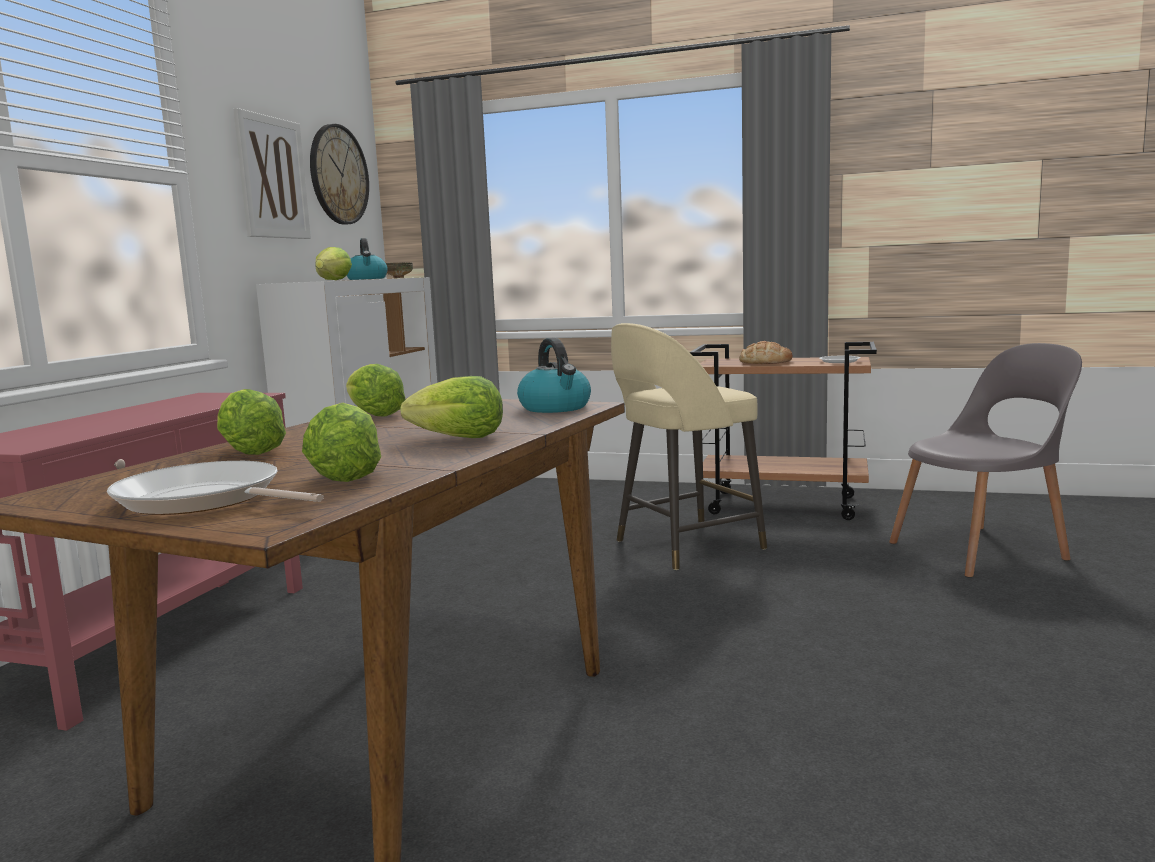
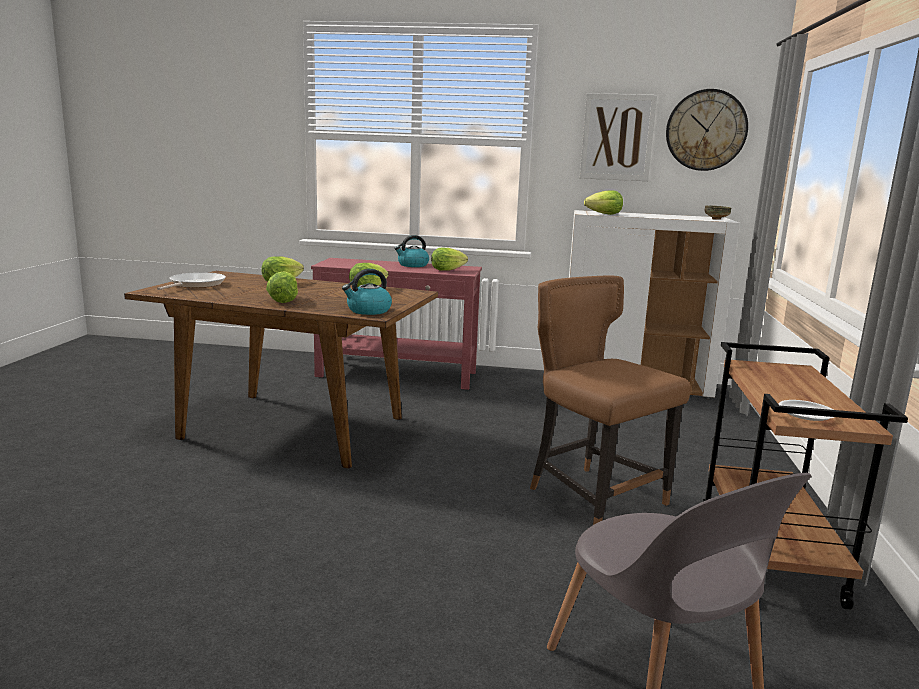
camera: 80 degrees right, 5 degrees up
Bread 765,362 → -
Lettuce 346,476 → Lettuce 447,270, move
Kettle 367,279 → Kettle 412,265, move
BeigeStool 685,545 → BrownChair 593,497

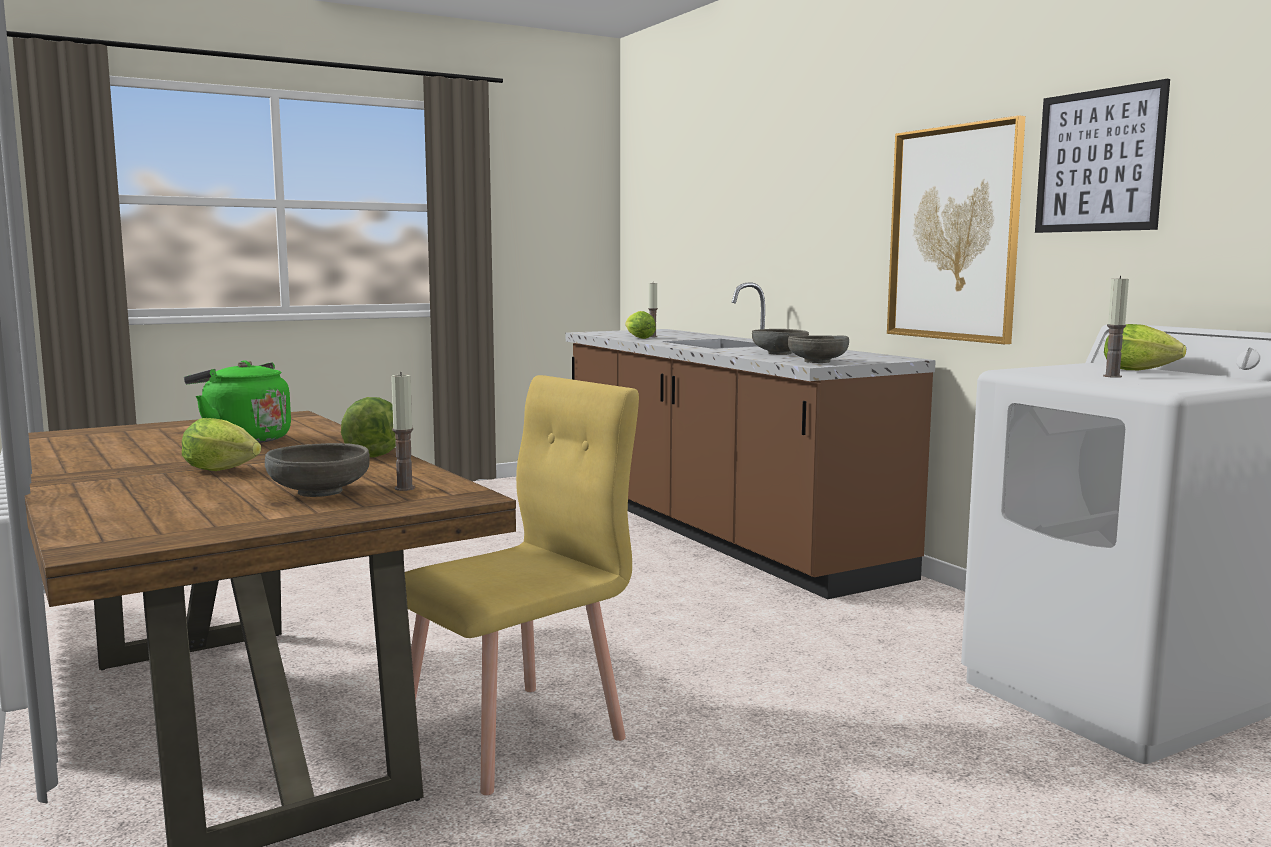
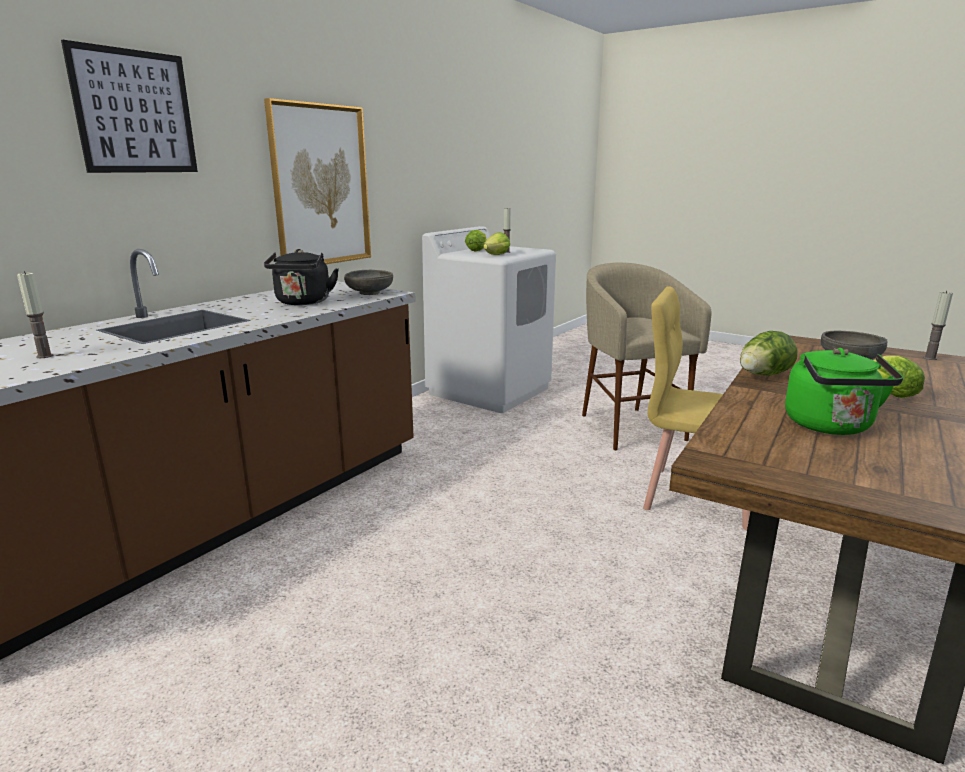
camera: 115 degrees left, 10 degrees up
- → BeigeStool 629,427
Candle 404,488 → Candle 930,358, move
Lettuce 637,338 → Lettuce 495,255, move
Picture 1099,161 → Picture 135,112, move
GreyBowl 779,353 → BlackKettle 302,303

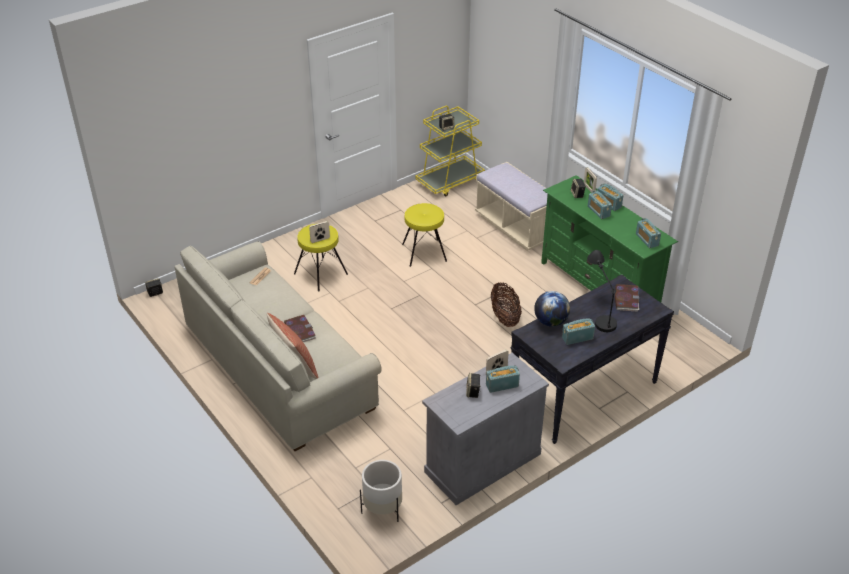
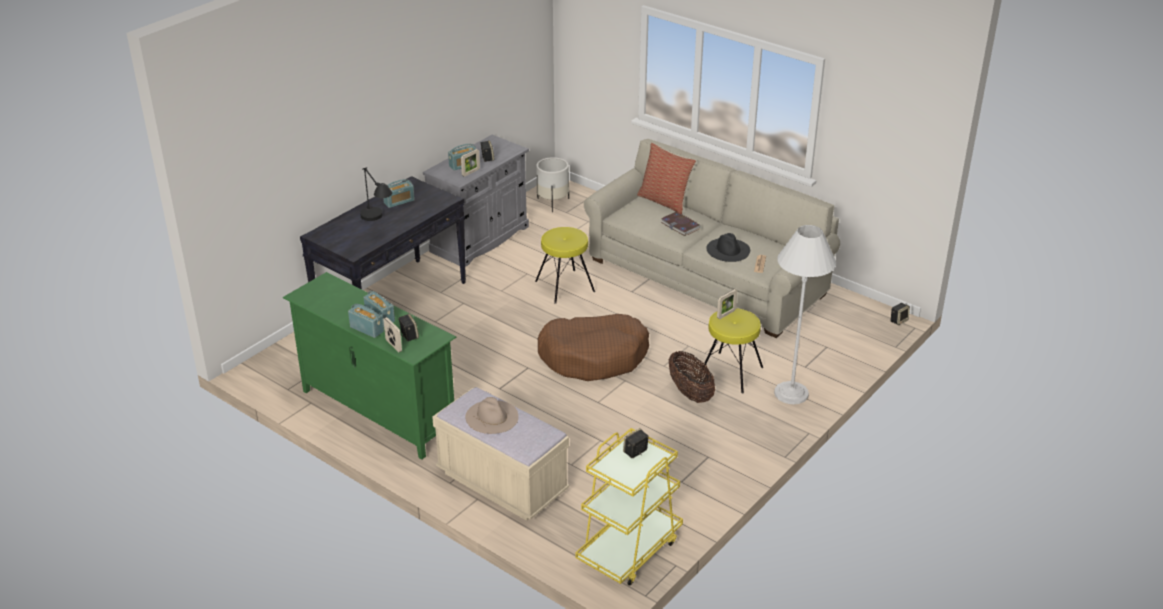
camera: 165 degrees right, 5 degrees down
Globe 550,322 → -
Book 626,299 → -
Radio 647,240 → -
- → BeigeHat 492,416
- → BrownDogBed 594,356
- → BlackHat 728,249
- → WhiteFloorLamp 791,393
YellowStool 424,252 → YellowStool 565,286, move
Basket 505,317 → Basket 690,393, move

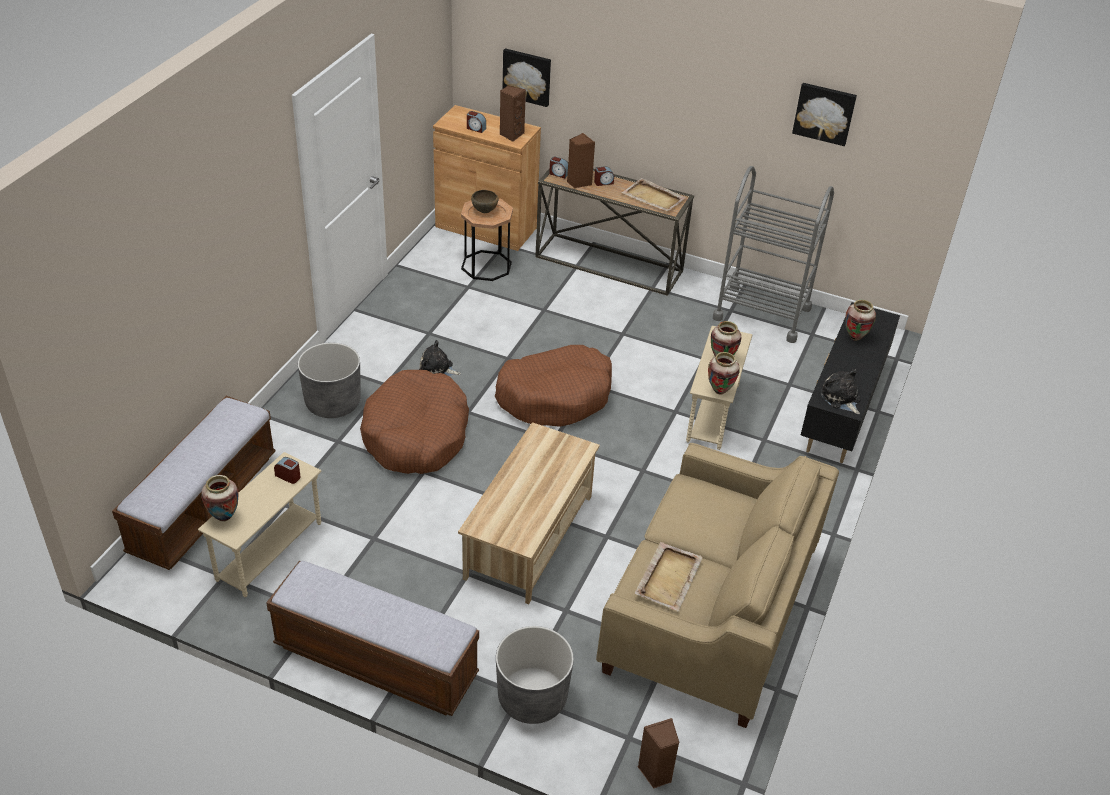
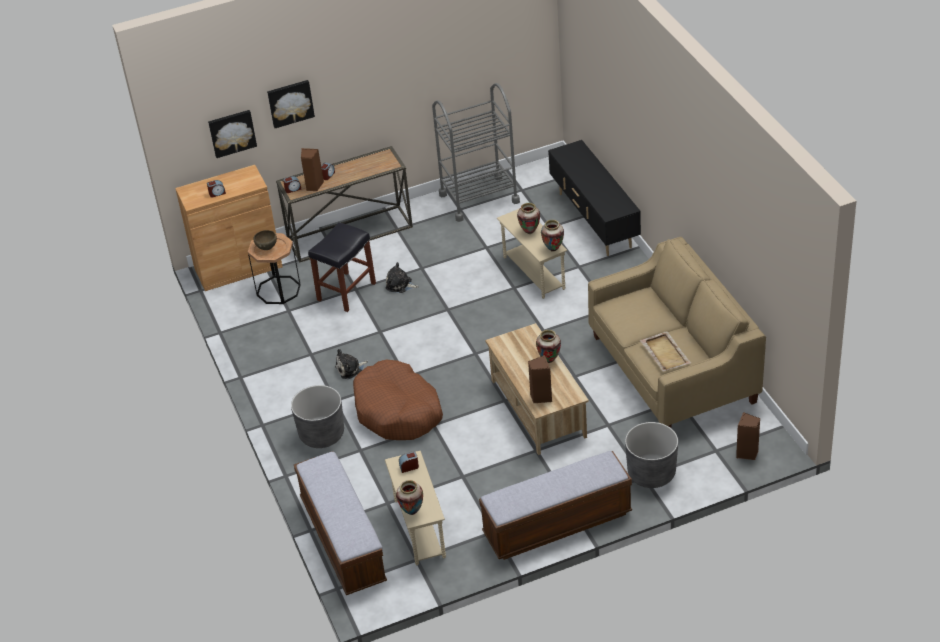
camera: 40 degrees left, 0 degrees up
BrownDogBed 555,396 → -
BeigeTray 654,197 → -
- → BlackStool 346,291
BrownSpeaker 511,134 → BrownSpeaker 541,397, move
Picture 824,113 → Picture 290,103, move
PlushToy 841,398 → PlushToy 400,285, move
Vase 855,337 → Vase 549,360, move

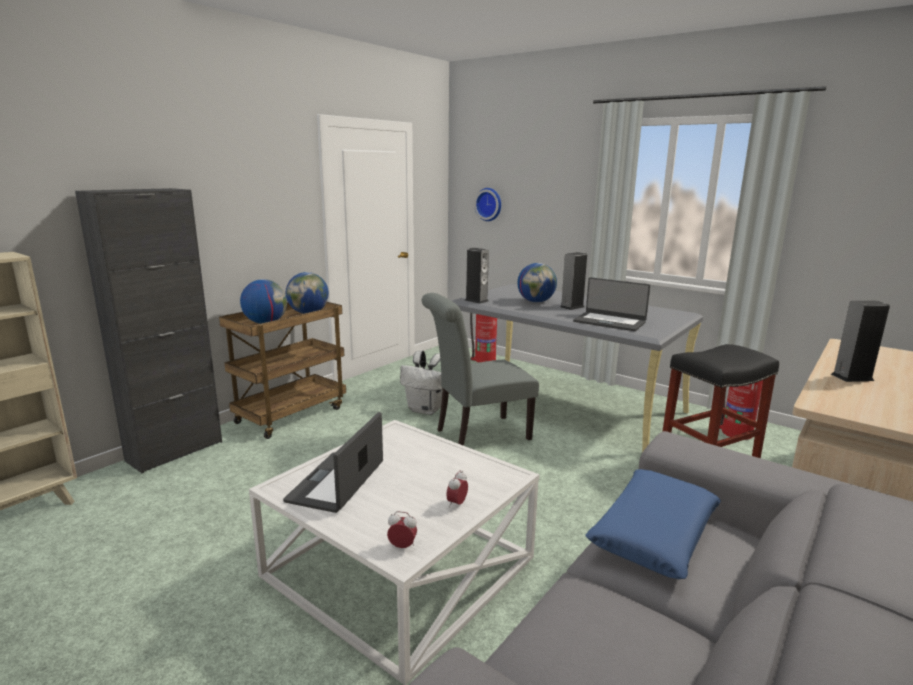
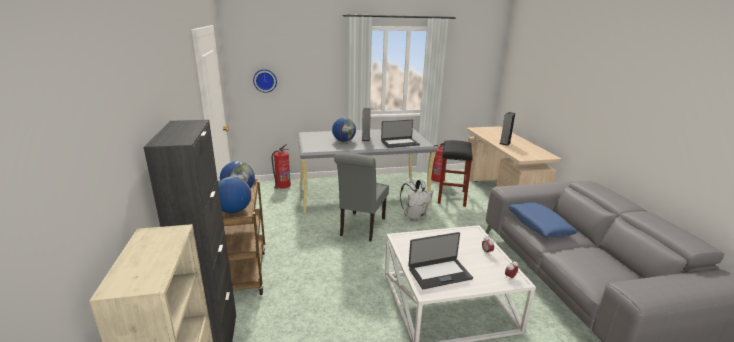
camera: 50 degrees left, 5 degrees up
Speaker 476,300 → -
WhiteBackpack 426,410 → WhiteBackpack 414,216, move
Laptop 337,482 → Laptop 439,273, 75 degrees counterclockwise

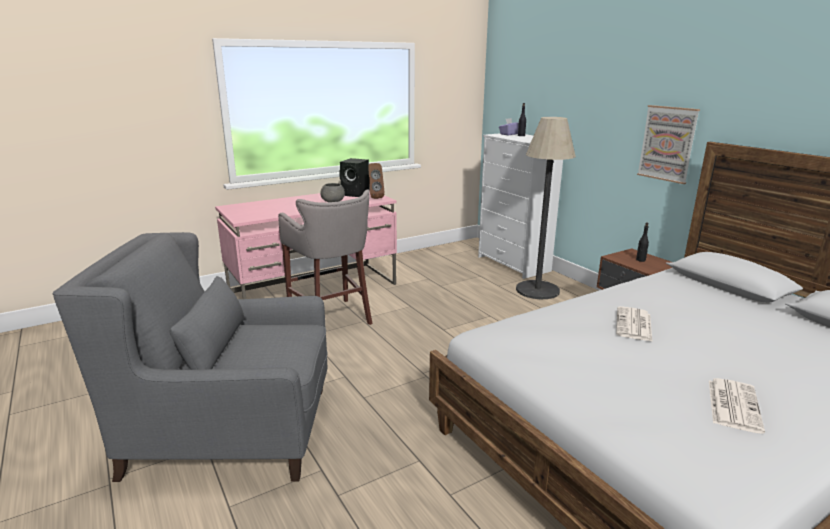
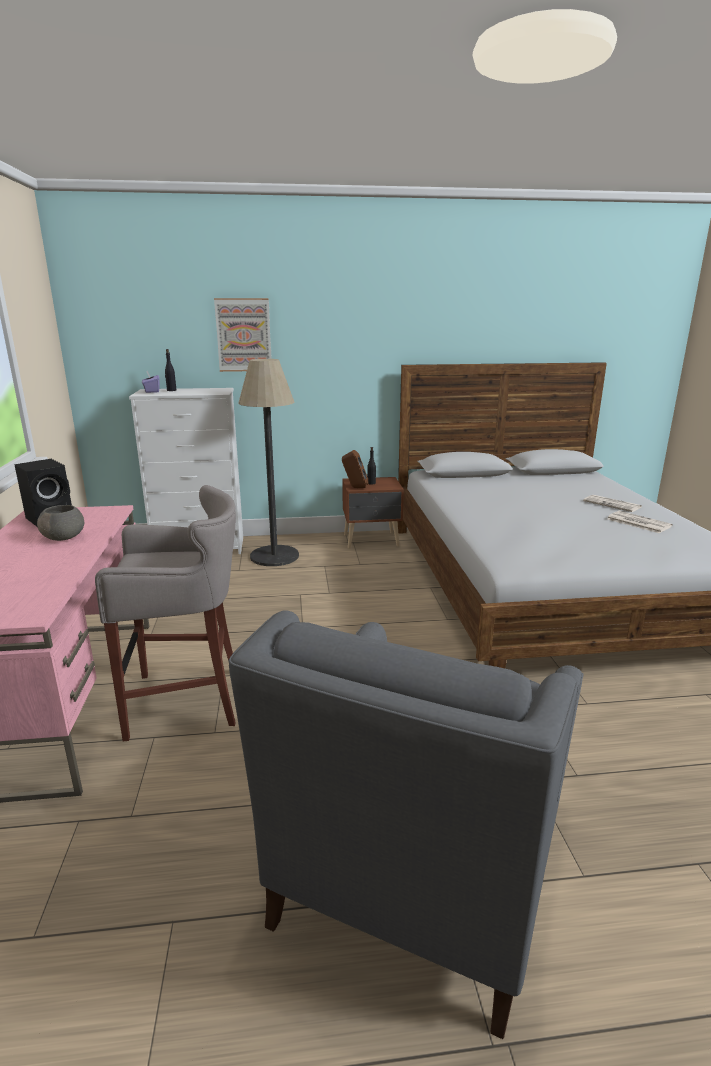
camera: 65 degrees left, 0 degrees up
BrownSpeaker 375,197 → BrownSpeaker 355,487, move
Newspaper 634,325 → Newspaper 613,504, move
Picture 667,143 → Picture 243,335, move

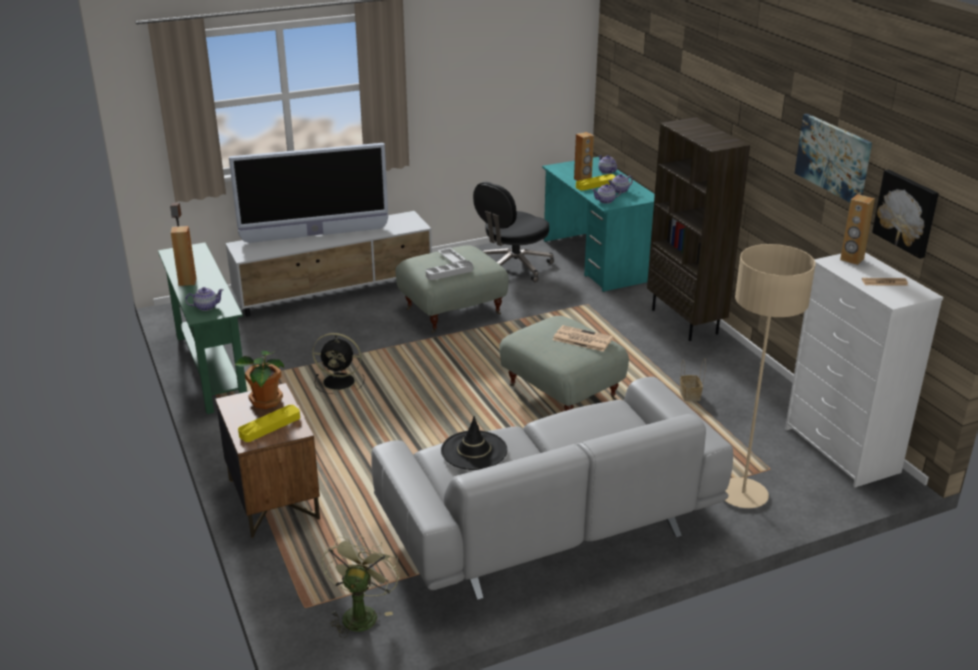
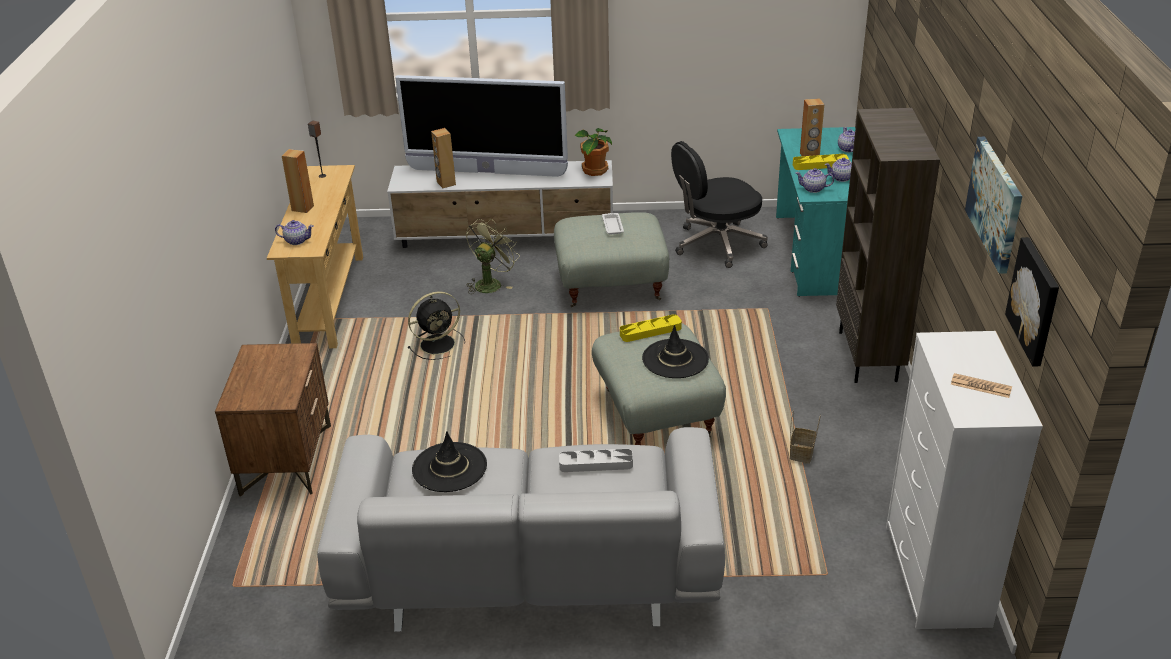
camera: 25 degrees right, 5 degrees up
BeigeFloorLamp 743,495 → -
PottedPlant 265,401 → PottedPlant 594,171, move
YellowTray 270,426 → YellowTray 650,331, move
GreenFan 360,613 → GreenFan 491,283, move
GreyTray 449,273 → GreyTray 596,464, move
BrownSpeaker 851,259 → BrownSpeaker 446,183, move
Newspaper 581,339 → BlackHat 675,359
GreenConsoleTable 210,369 → BeigeConsoleTable 329,300
BlackFan 340,382 → BlackFan 439,344, 60 degrees counterclockwise

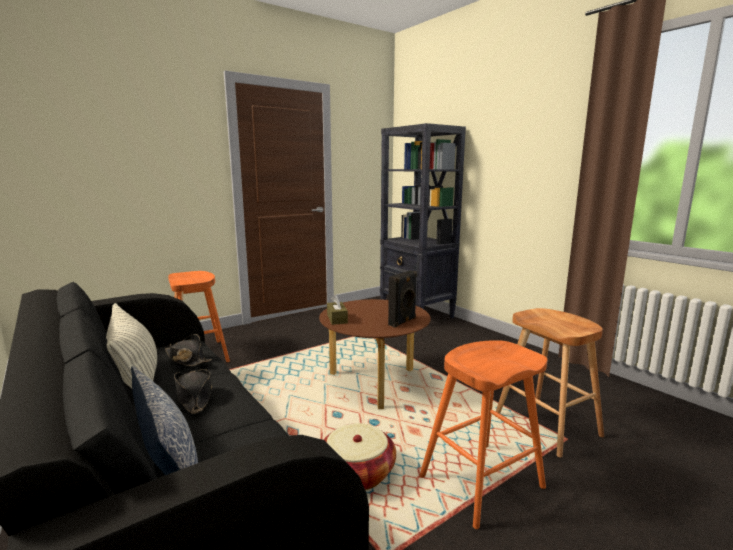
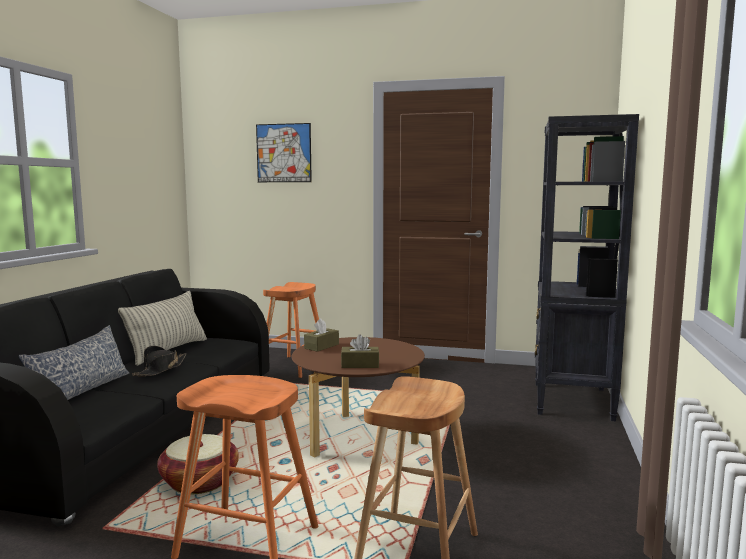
camera: 50 degrees right, 5 degrees down
BlackHat 187,359 → -
- → Picture 284,153
BlackSpeaker 403,322 → BrownTissueBox 360,365

